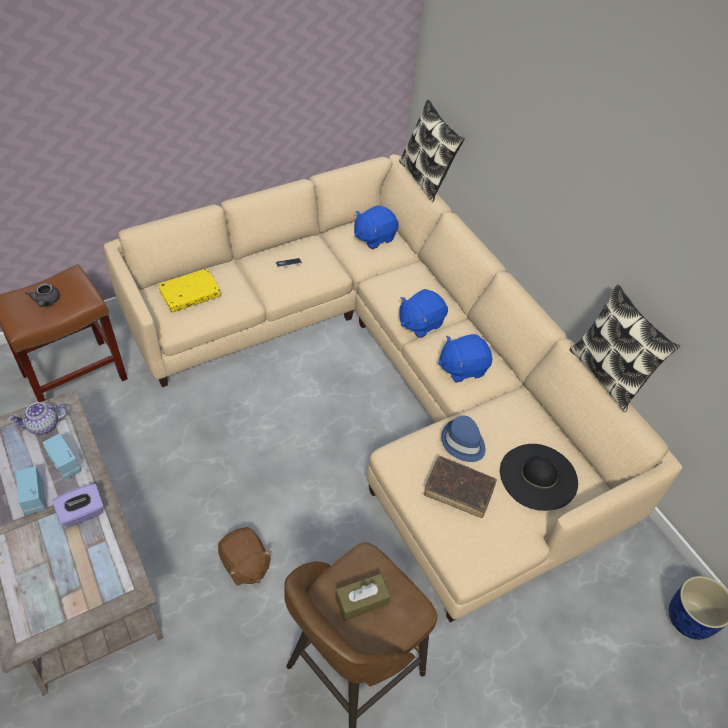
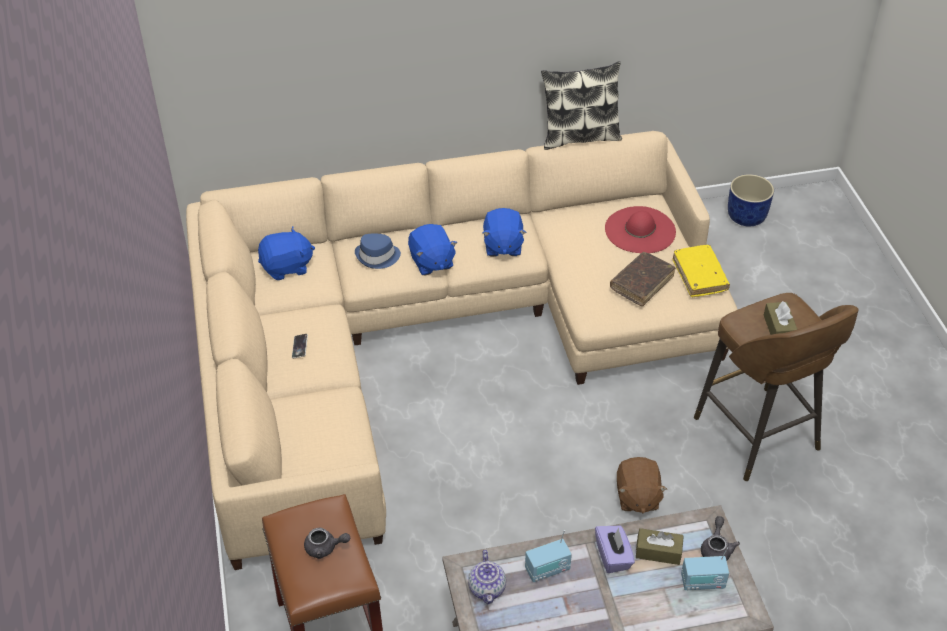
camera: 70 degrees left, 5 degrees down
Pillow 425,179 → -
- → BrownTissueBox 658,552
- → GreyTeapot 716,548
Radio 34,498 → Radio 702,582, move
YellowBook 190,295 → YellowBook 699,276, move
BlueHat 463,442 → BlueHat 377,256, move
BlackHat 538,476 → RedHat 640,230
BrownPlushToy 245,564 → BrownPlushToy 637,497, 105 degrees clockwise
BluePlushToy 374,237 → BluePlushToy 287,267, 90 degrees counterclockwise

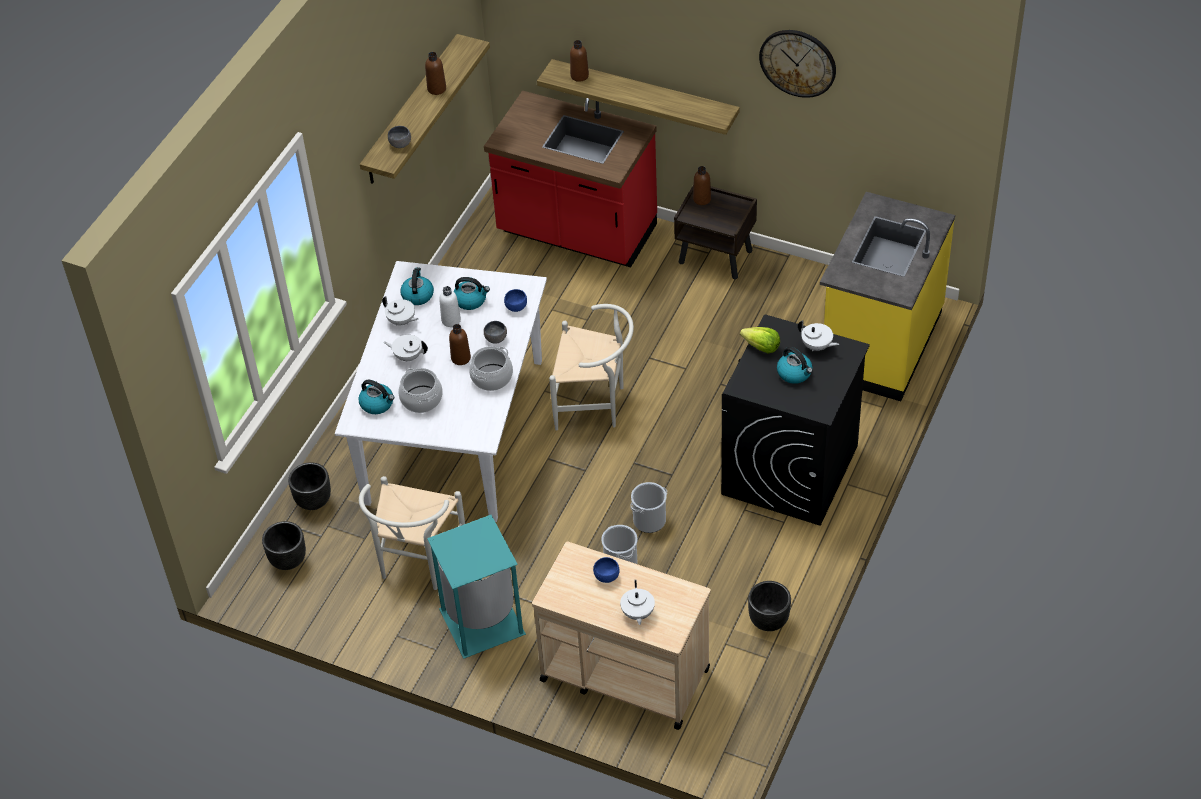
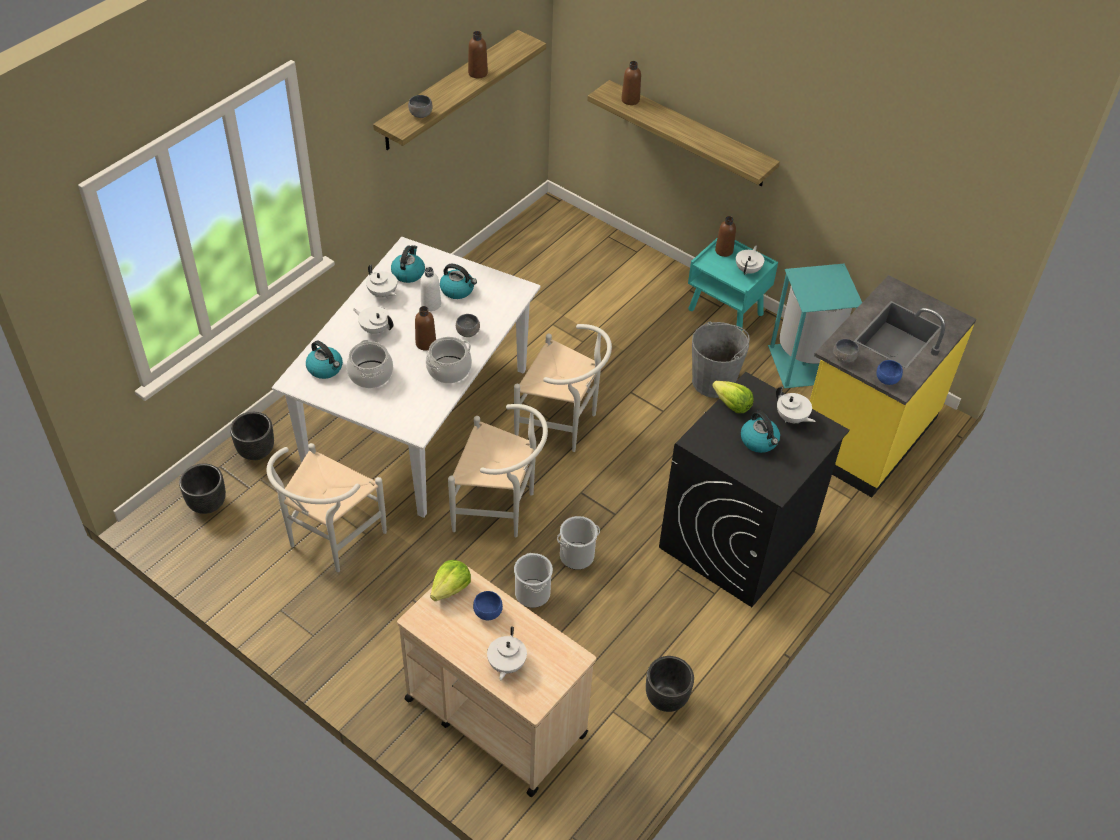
camera: 10 degrees right, 0 degrees up
RedCounter 576,233 → -
WallClock 798,62 → -
- → Lettuce 450,588
- → WhiteChair 500,509
- → GreyBucket 714,381
- → WhiteTeapot 748,270
- → GreyBowl 844,358
TurquoiseTrashCan 481,623 → TurquoiseTrashCan 803,365, move
BlueBowl 516,308 → BlueBowl 886,380, move
BrownNightstand 716,257 → TurquoiseNightstand 726,312

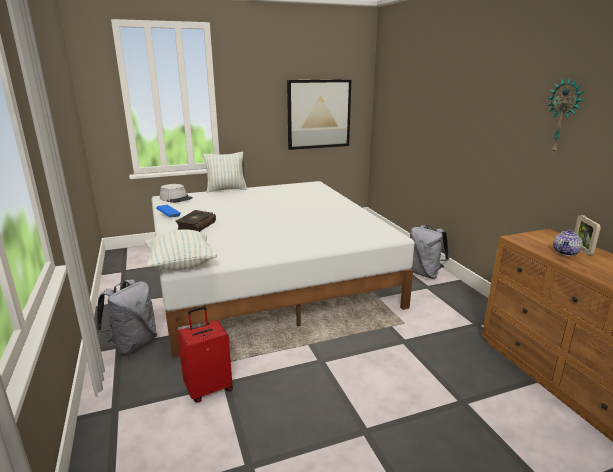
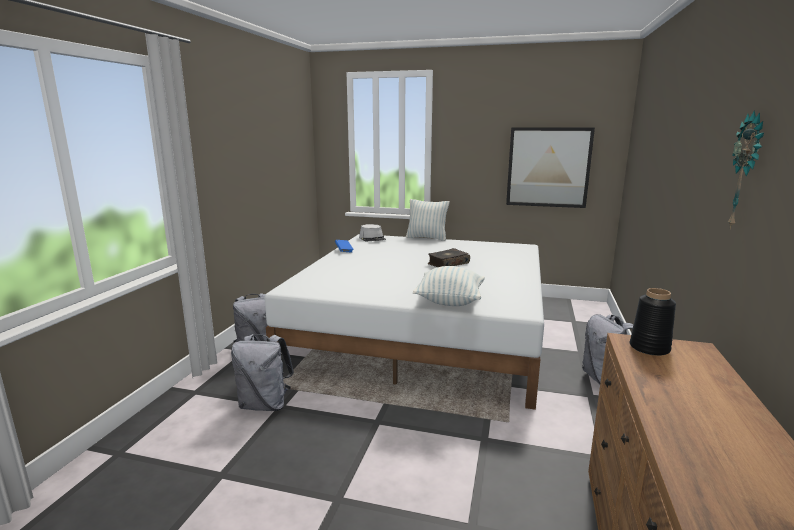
camera: 35 degrees right, 5 degrees down
Teapot 565,252 → -
PictureFrame 581,249 → -
- → BlackVase 649,348
Pillow 181,265 → Pillow 449,301, move
Book 195,227 → Book 448,263, move
RedSuitcase 208,388 → GreyBackpack 265,404

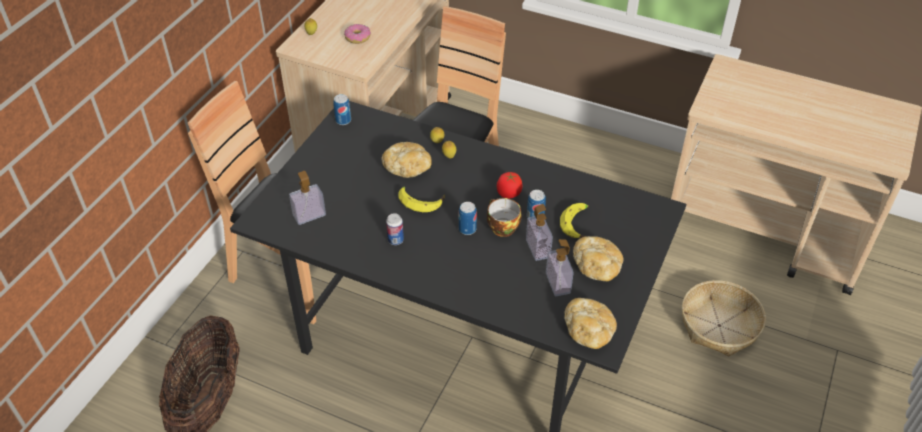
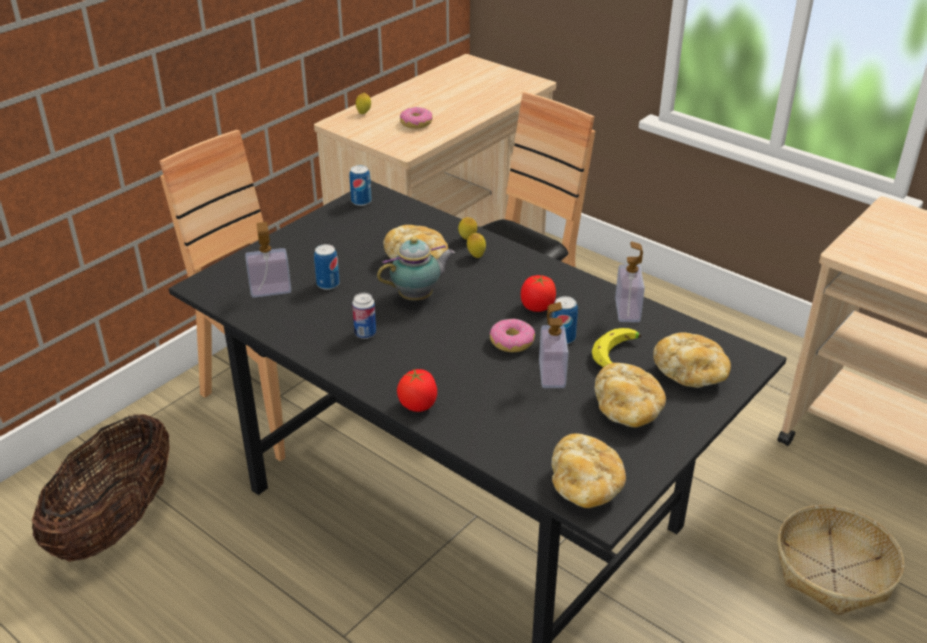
camera: 15 degrees right, 10 degrees down
- → Tomato 418,405
- → Bread 690,374
Can 467,229 → Can 328,284, move
SoapDispenser 558,283 → SoapDispenser 627,310, move
Banana 421,201 → Teapot 418,297
Cup 501,227 → Donut 511,342

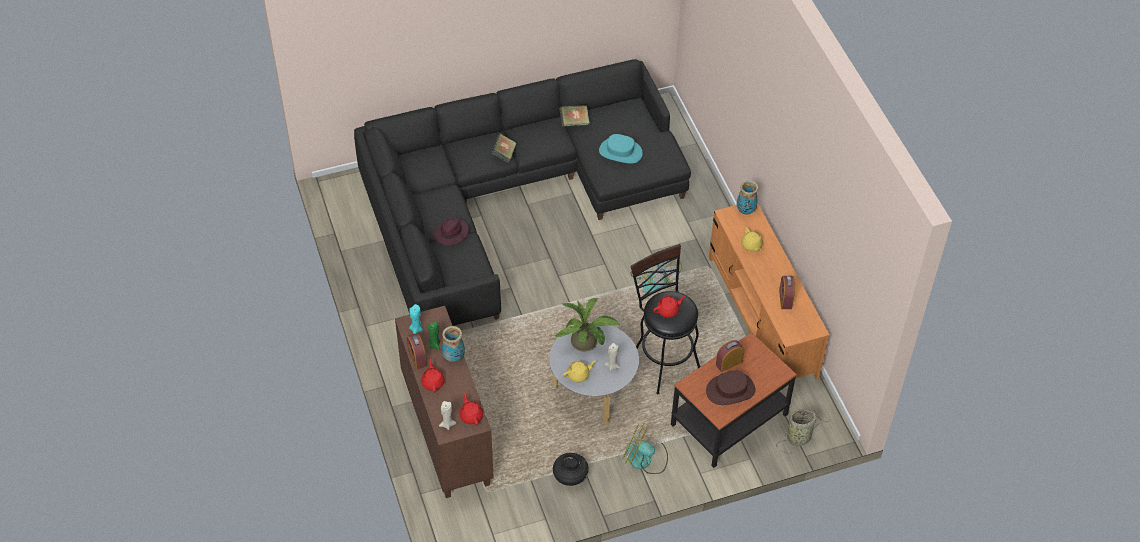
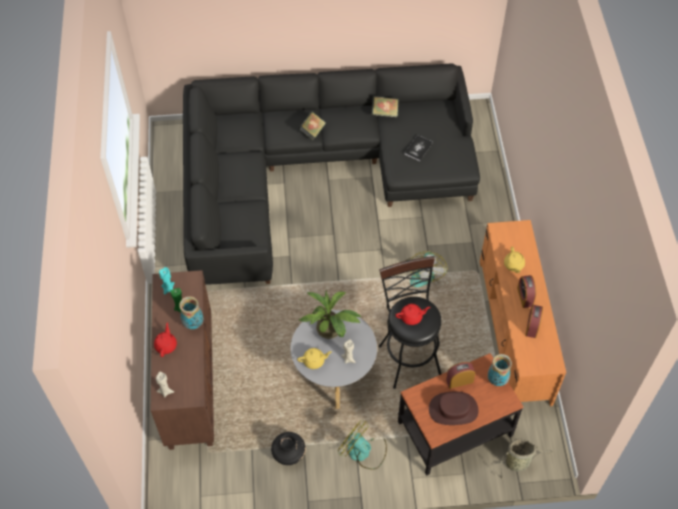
camera: 15 degrees right, 5 degrees up
PurpleHat 451,234 → -
RedTeapot 471,416 → -
AlarmClock 417,357 → AlarmClock 525,297, move
Vase 745,211 → Vase 497,380, move
TurquoiseHat 620,152 → Book 418,148

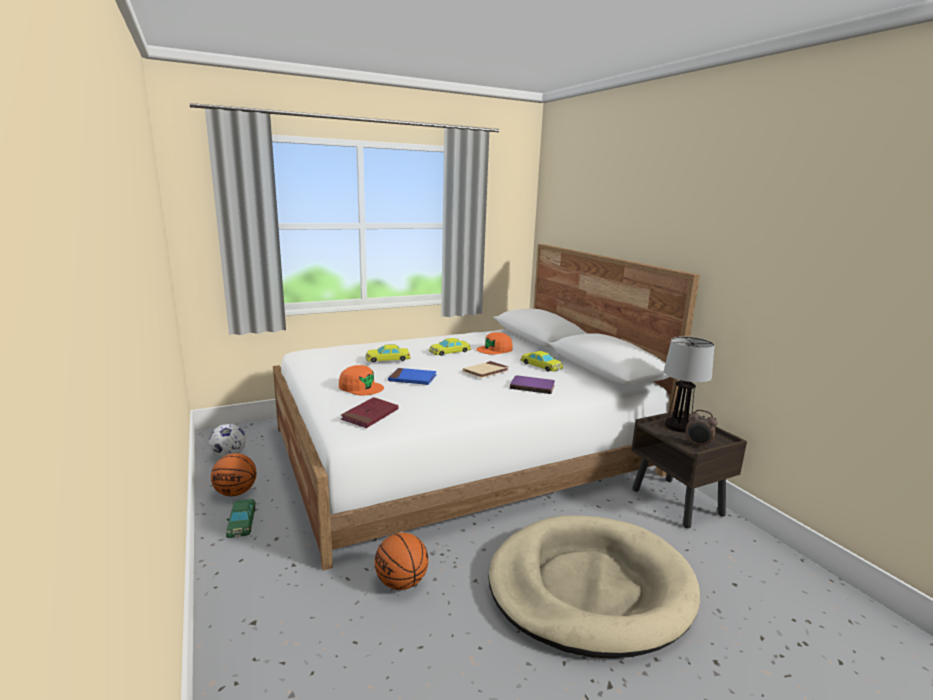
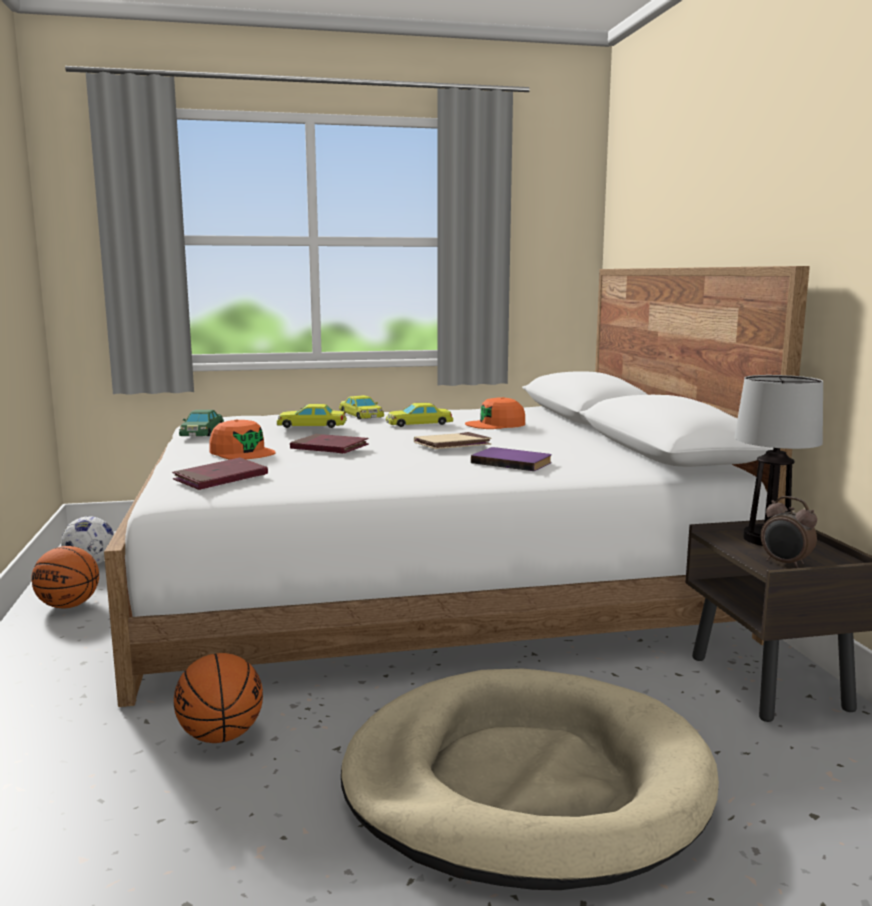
camera: 15 degrees right, 5 degrees down
GreenToyCar 241,522 → GreenToyCar 202,431, move
YellowToyCar 541,365 → YellowToyCar 361,415, move
BlueBook 412,379 → RedBook 329,448

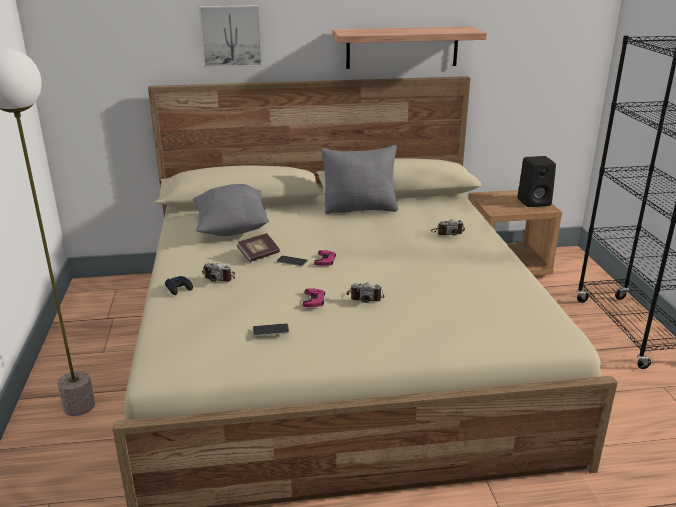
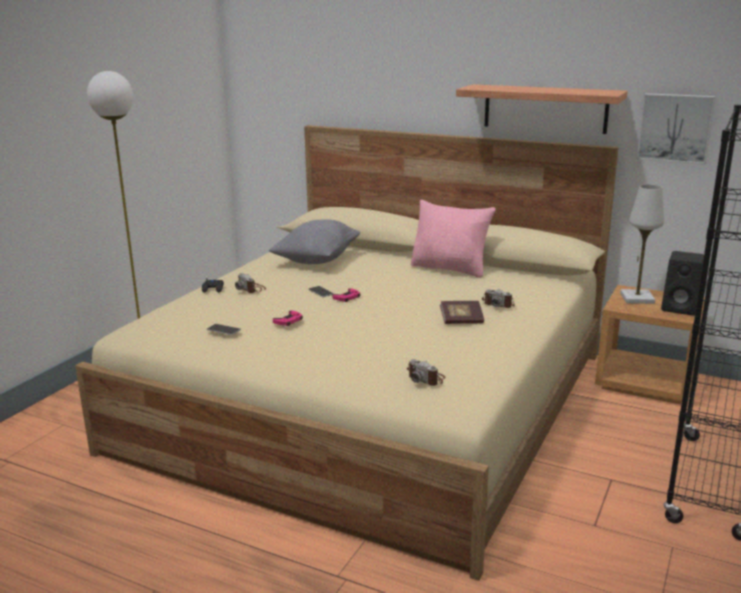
camera: 35 degrees right, 5 degrees down
- → WhiteTableLamp 637,298
Picture 231,36 → Picture 675,128, move
Book 259,255 → Book 461,321, move
PhotoCamera 365,297 → PhotoCamera 426,378, move
GreyPillow 360,209 → PinkPillow 450,269

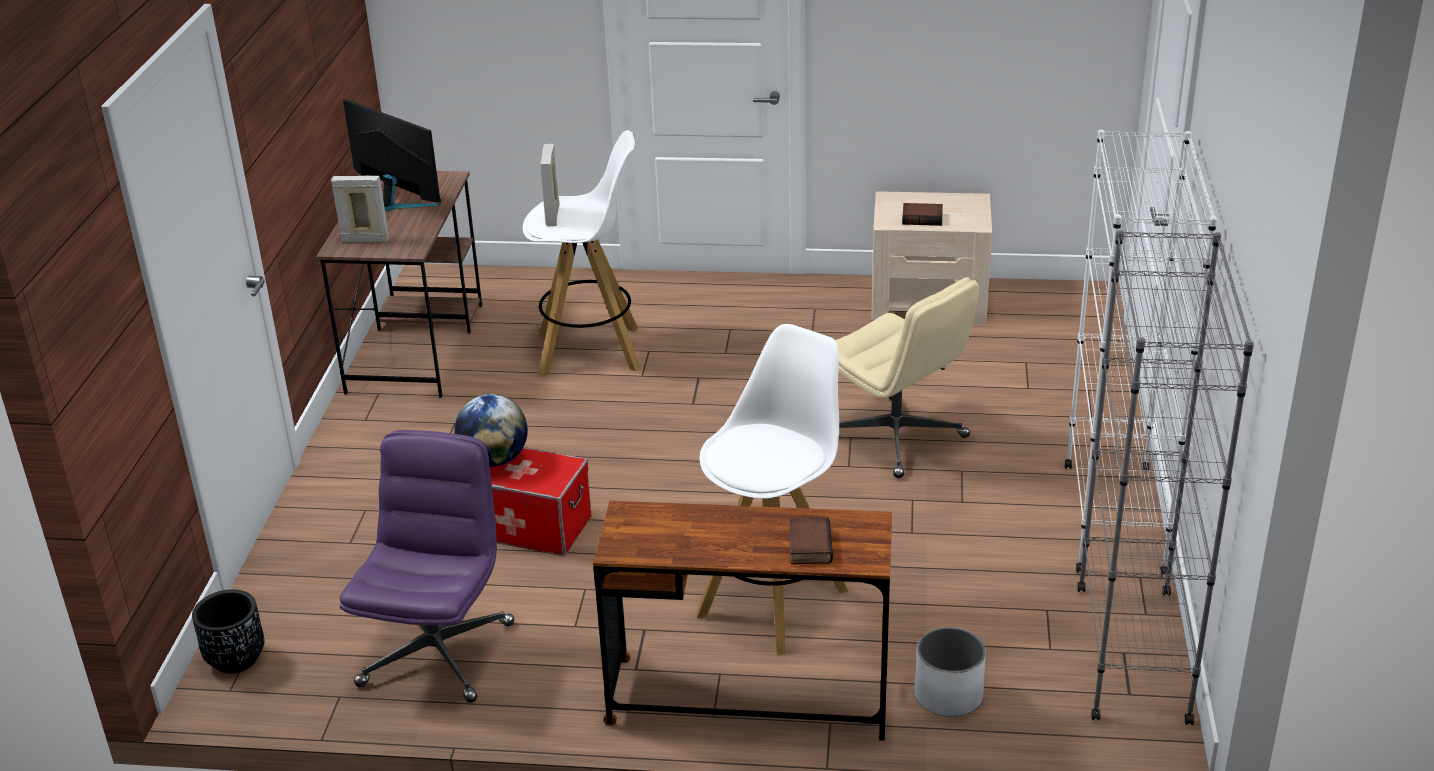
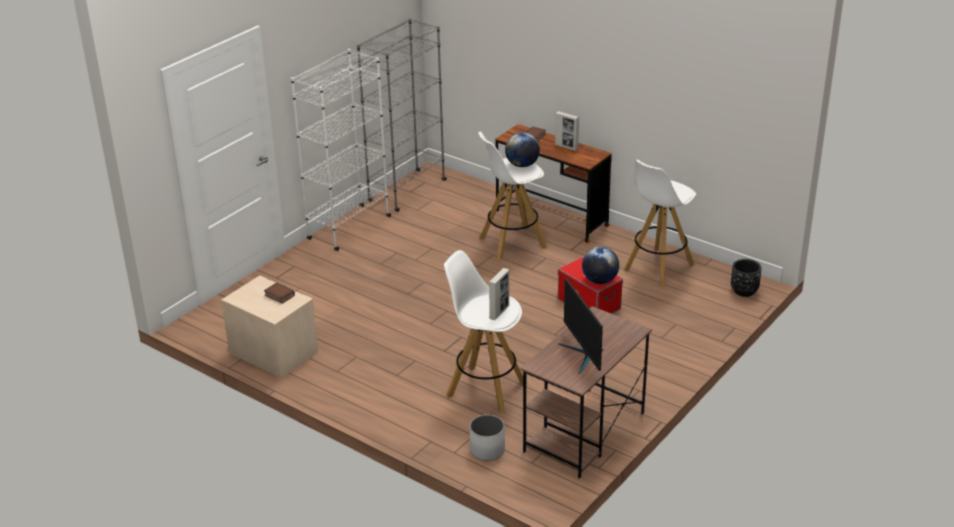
camera: 150 degrees left, 0 degrees up
BeigeOfficeChair 897,437 → -
- → Globe 522,165
PictureFrame 365,240 → PictureFrame 566,147, move
WhitePlanter 948,696 → WhitePlanter 487,450, move
PurpleOfficeChair 437,653 → WhiteStool 658,267

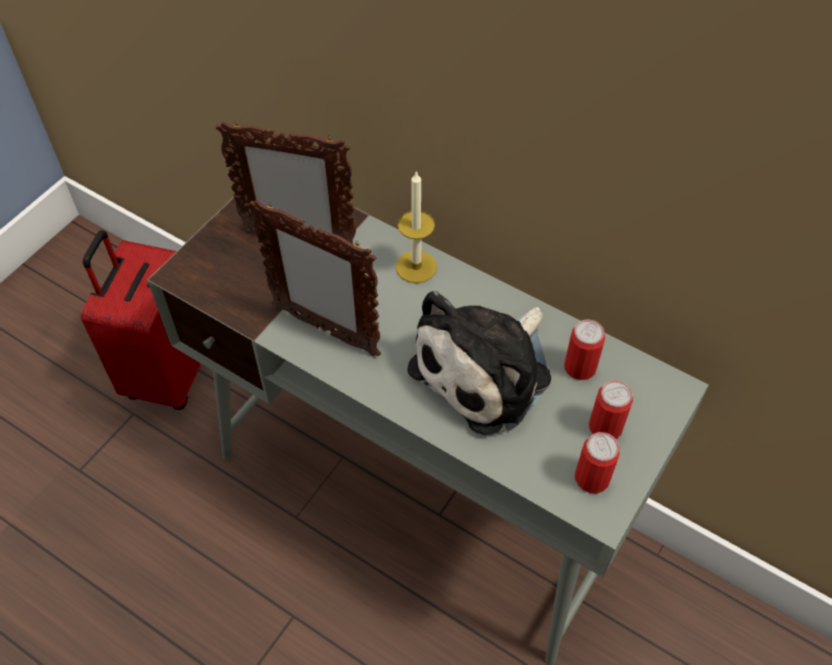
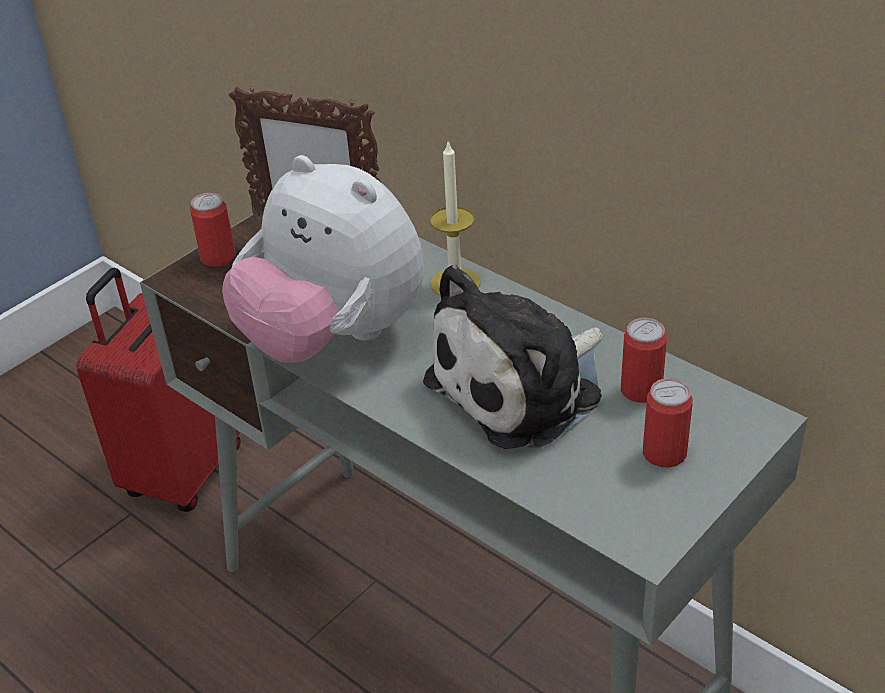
camera: 10 degrees right, 15 degrees down
Can 592,478 → Can 218,257, move
PictureFrame 325,330 → PlushToy 333,338

